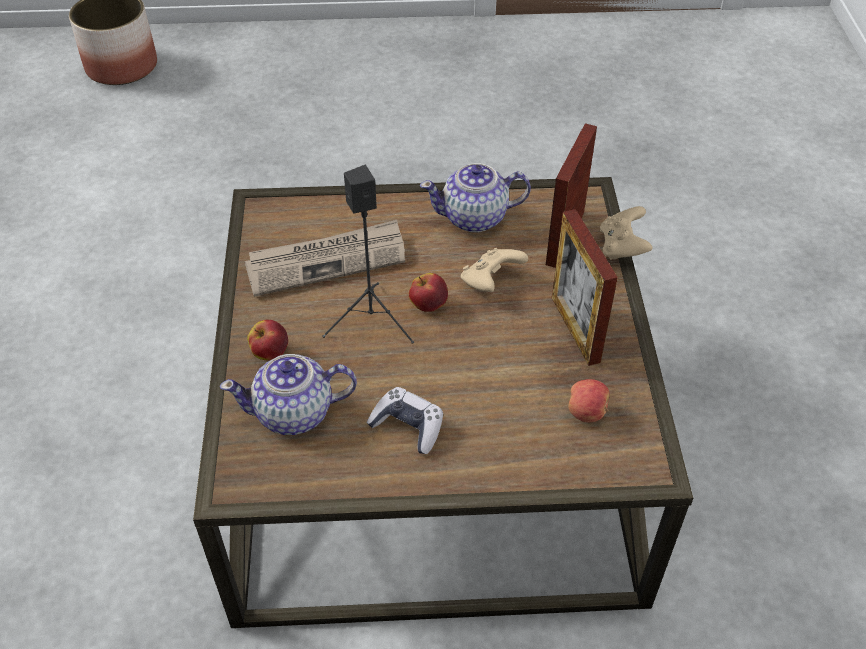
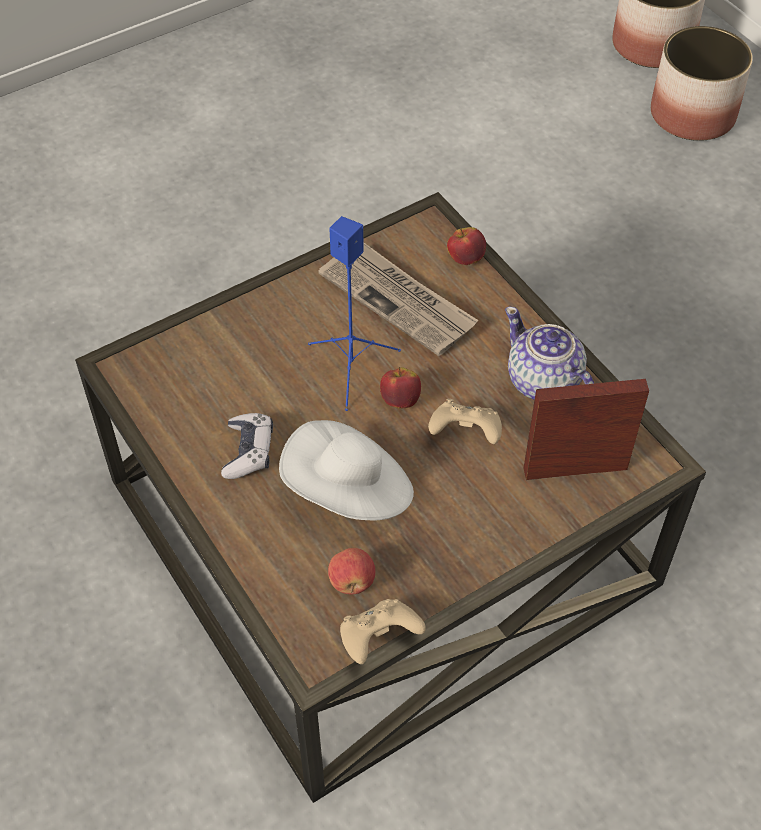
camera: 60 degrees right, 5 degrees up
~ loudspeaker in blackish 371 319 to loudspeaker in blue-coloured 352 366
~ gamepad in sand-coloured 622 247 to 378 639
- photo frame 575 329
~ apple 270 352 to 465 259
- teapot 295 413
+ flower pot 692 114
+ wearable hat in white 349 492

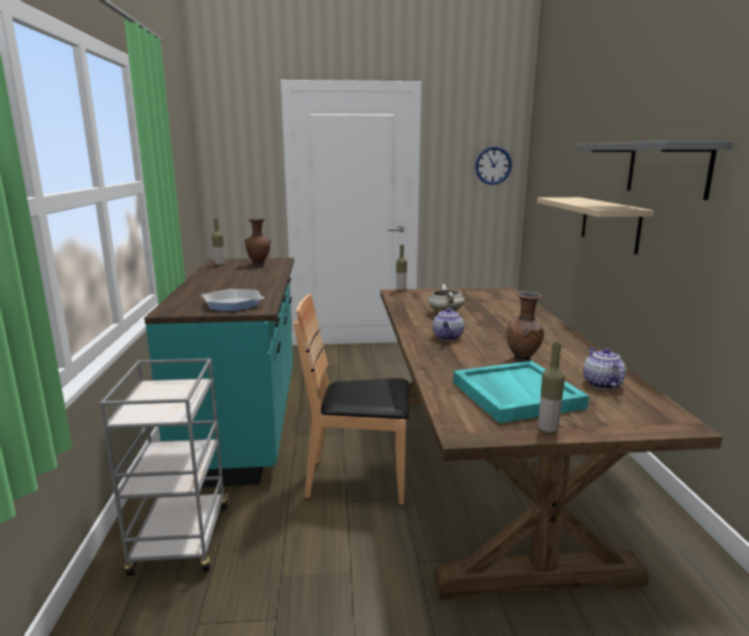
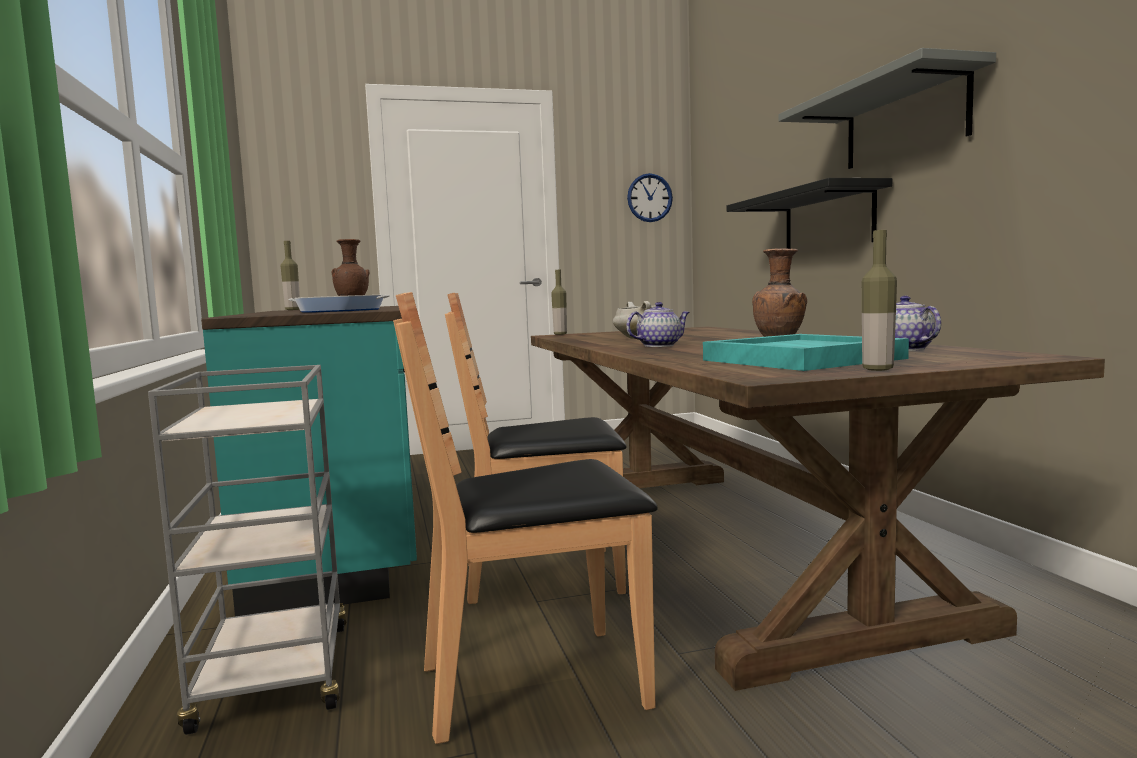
camera: 10 degrees left, 10 degrees down
~ shelf in sand-coloured 610 223 to shelf in blackish 828 220
~ teapot 448 337 = 659 345 120 degrees counterclockwise
+ upright chair in brown 535 683

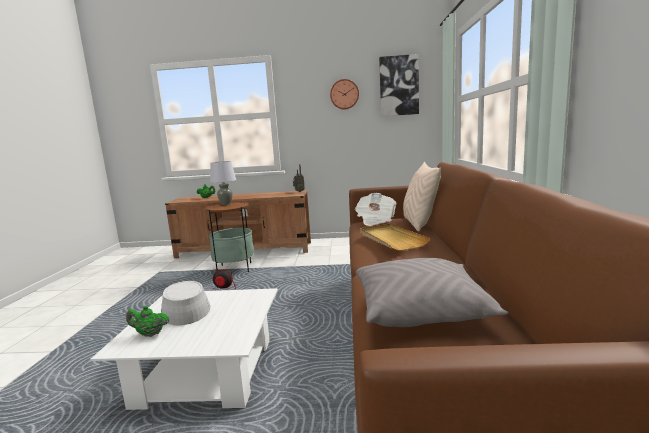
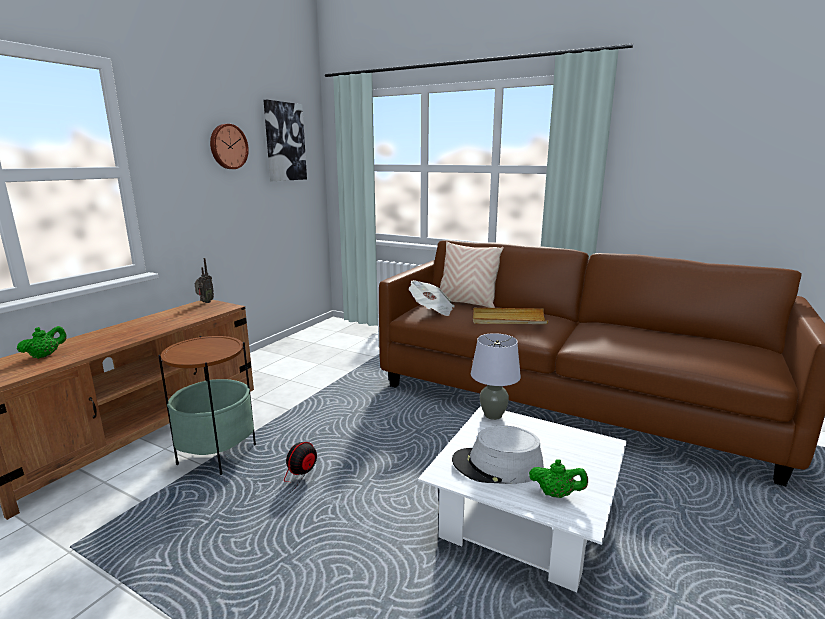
camera: 65 degrees left, 5 degrees up
~ table lamp in greyish 225 204 to 493 415
- pillow in greyish 420 310
~ teapot in green 149 334 = 556 494 105 degrees counterclockwise

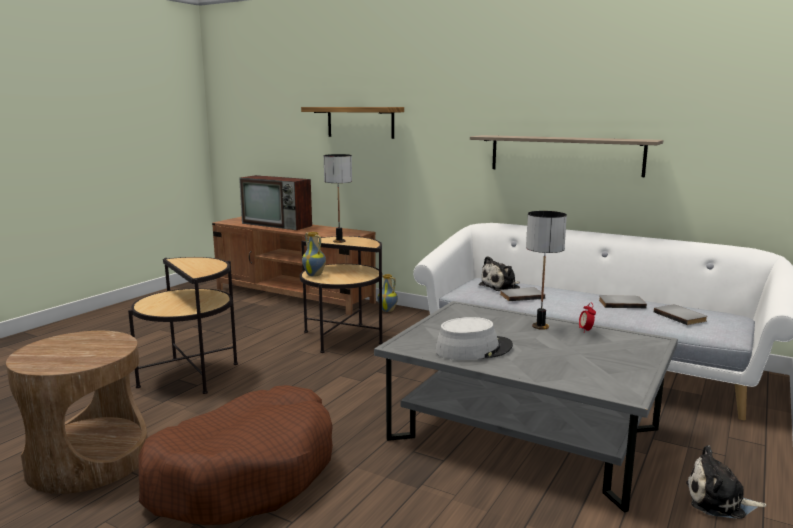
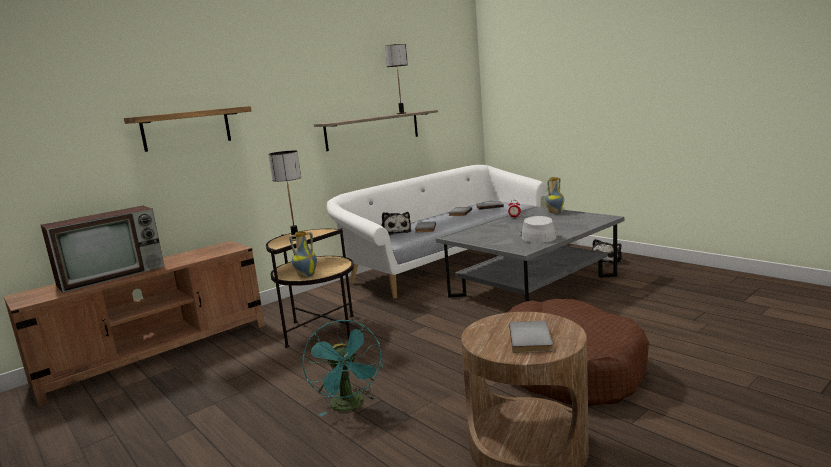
camera: 70 degrees left, 0 degrees up
~ table lamp 540 326 to 401 113
~ accent table 188 375 to electric fan in turquoise 350 406
~ vase 388 310 to 554 212
+ bound book in greyish 532 339

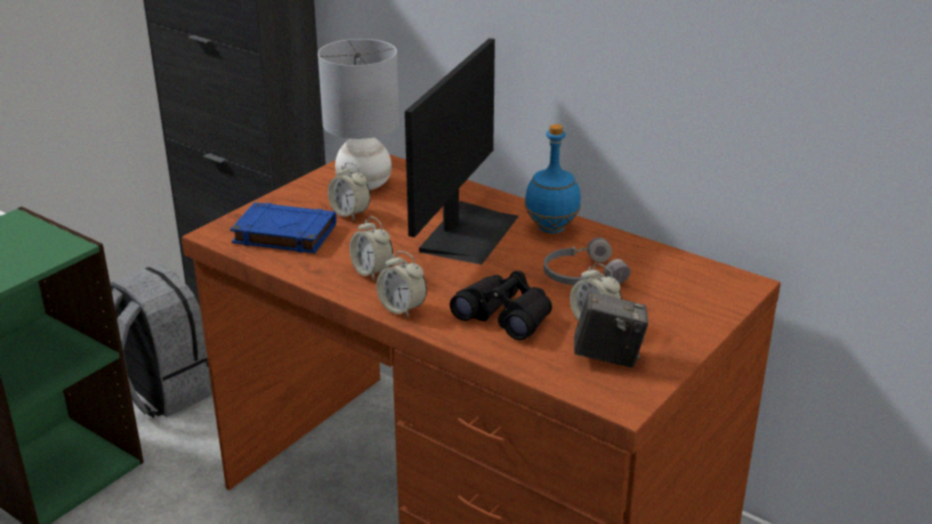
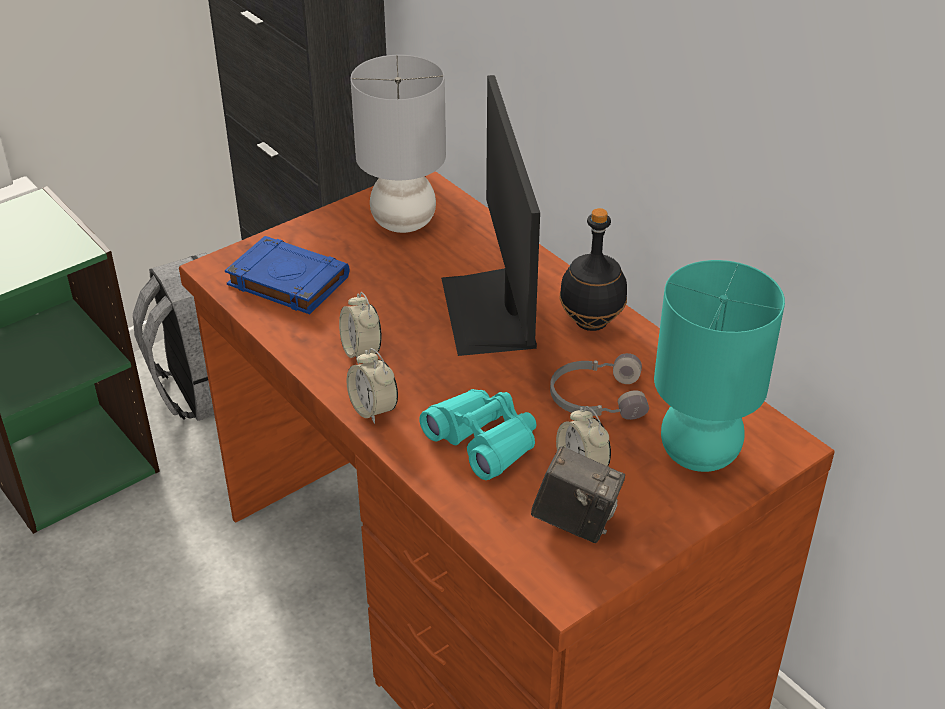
camera: 15 degrees right, 10 degrees up
~ monitor 467 232 = 491 312 135 degrees clockwise
~ beverage bottle in blue-coloured 552 228 to beverage bottle in blackish 592 322
- alarm clock 350 213
~ field glasses in blackish 505 316 to field glasses in turquoise 483 441
+ table lamp in turquoise 699 454

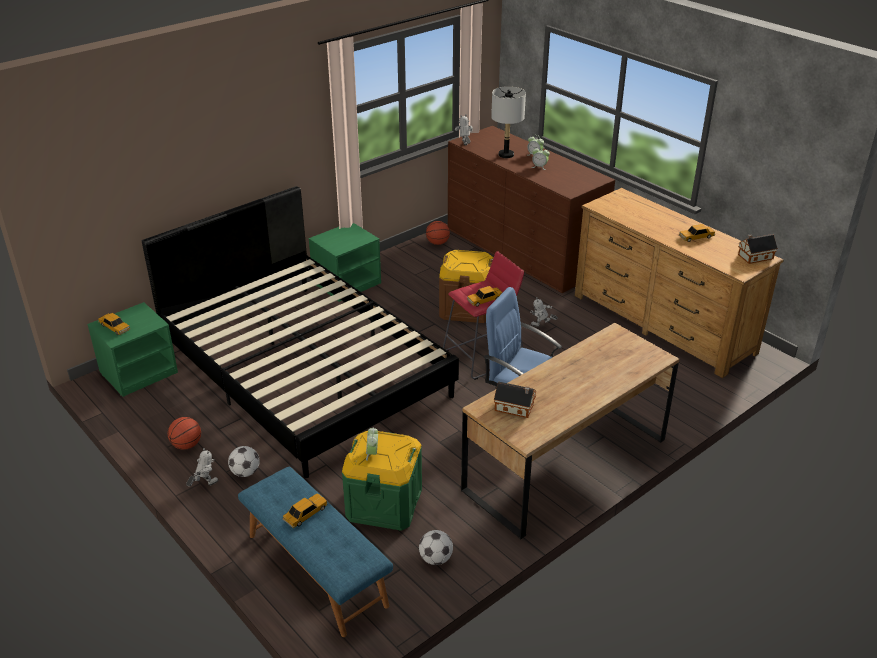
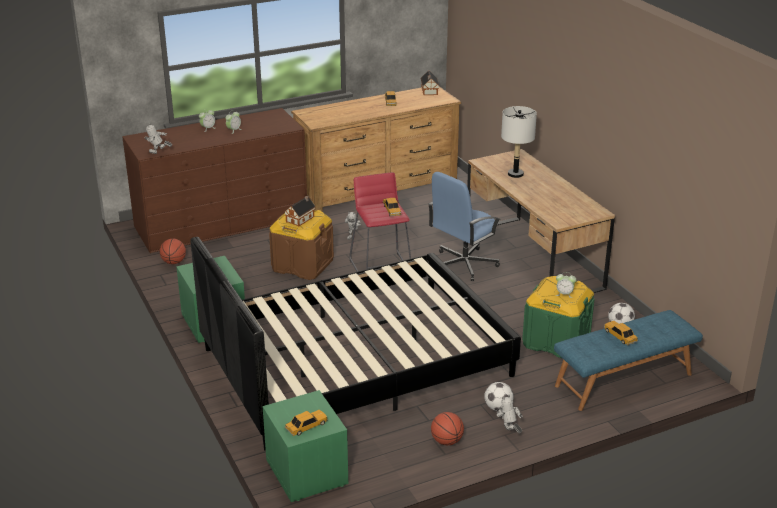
camera: 75 degrees left, 5 degrees down
~ table lamp in greyish 506 155 to 515 174
~ miniature house 515 408 to 301 218

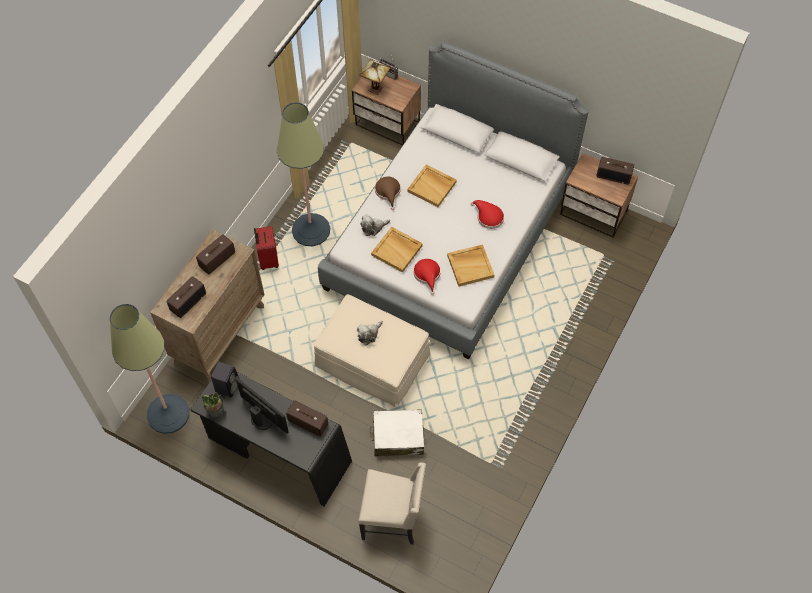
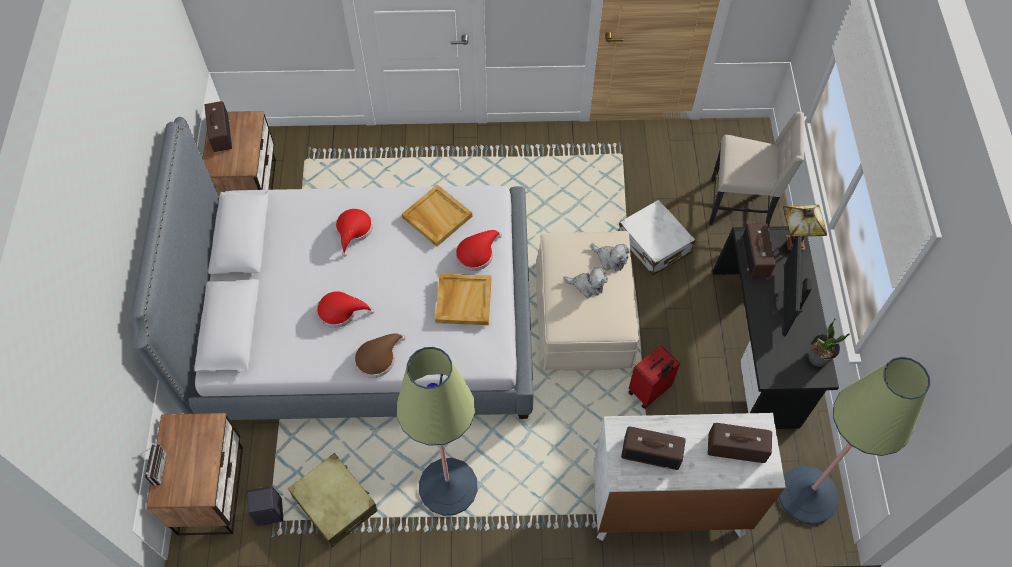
camera: 120 degrees left, 0 degrees up
~ table lamp 375 88 to 793 243
~ serving tray in sand-coloured 432 187 to wearable hat in reddish 341 311
~ plush toy 373 228 to 610 259
~ piece of luggage in reddish 268 260 to 649 391
~ dresser in brown 219 333 to dresser in white 667 505
~ loudspeaker in blackish 227 385 to 268 513
~ upright chair in sand-coloured 393 519 = 741 205 120 degrees clockwise
+ piece of luggage in sand-coloured 335 503

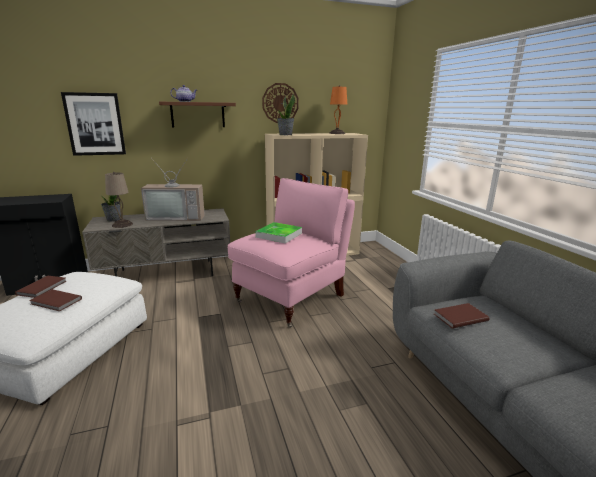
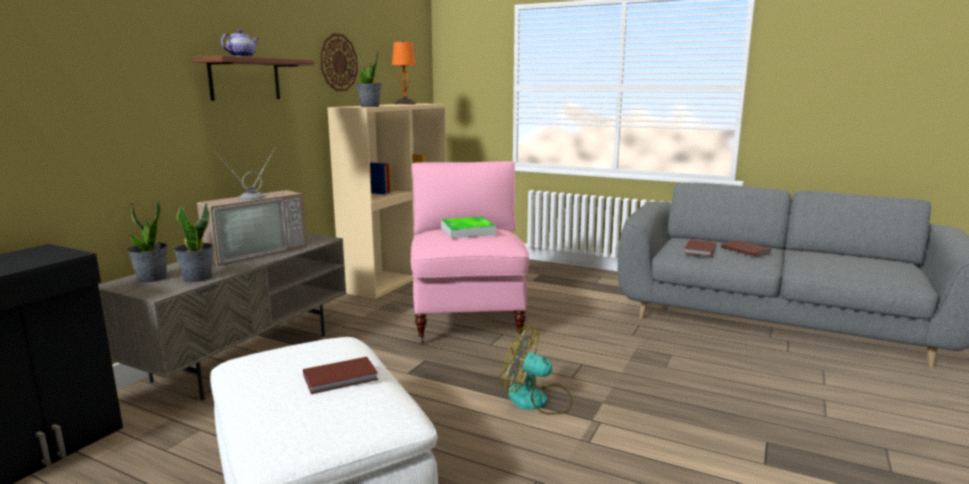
camera: 45 degrees left, 5 degrees down
- wall picture 95 124
~ table lamp in sand-coloured 122 224 to potted plant 197 278
~ bound book in brown 43 287 to 746 250
+ electric fan 537 400

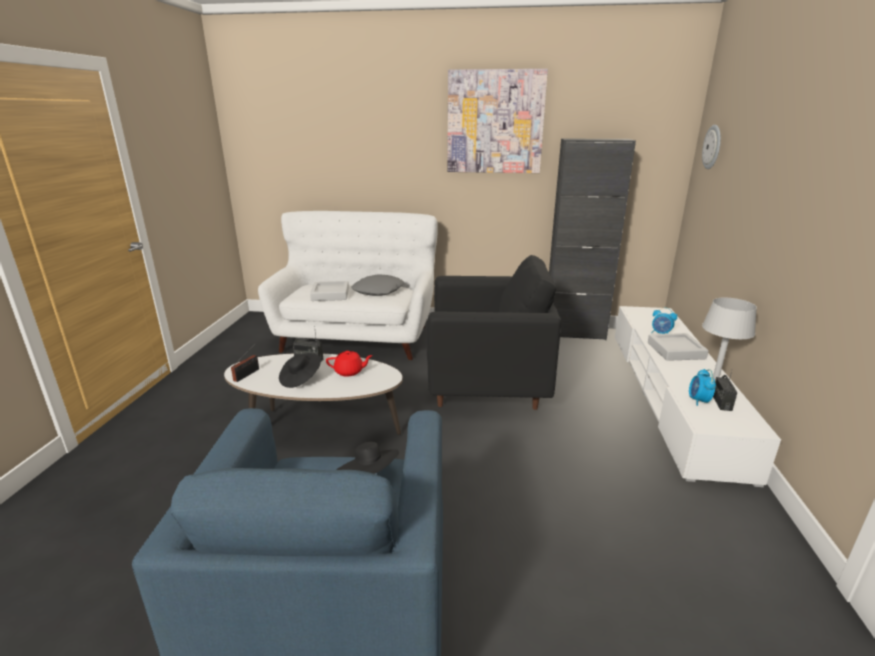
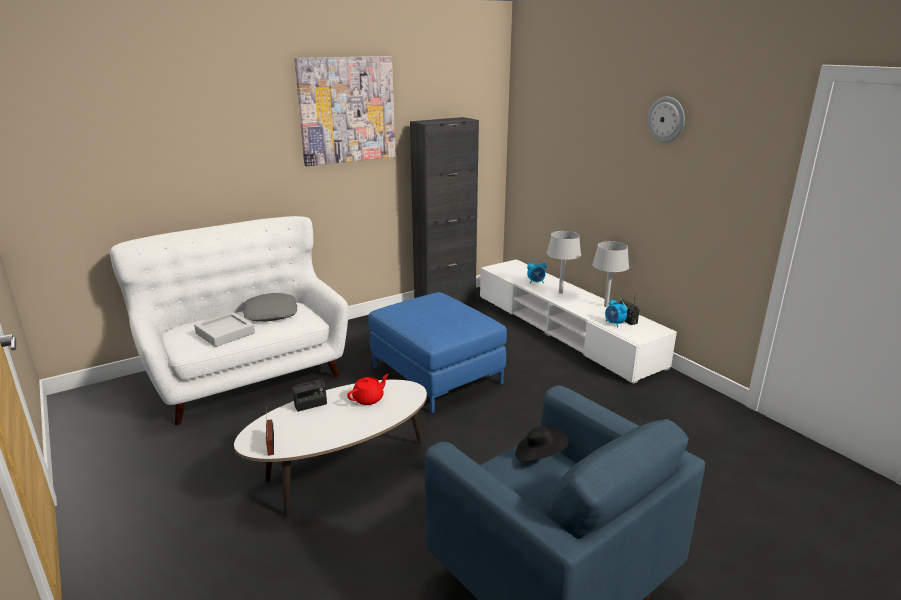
camera: 40 degrees left, 0 degrees up
~ hanging clock 712 147 to 666 119
~ easy chair in blackish 486 387 to ottoman in blue-coloured 436 375
~ serving tray in greyish 675 351 to table lamp in greyish 560 292
- wearable hat in blackish 300 379

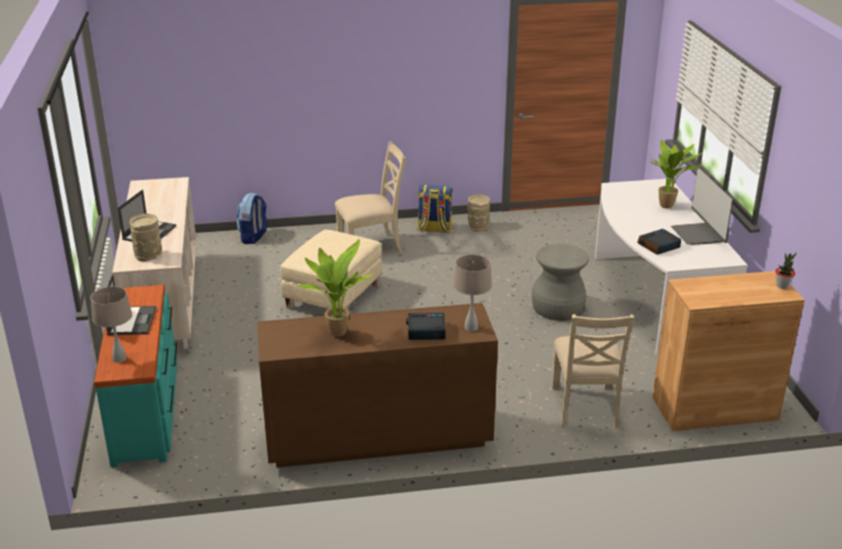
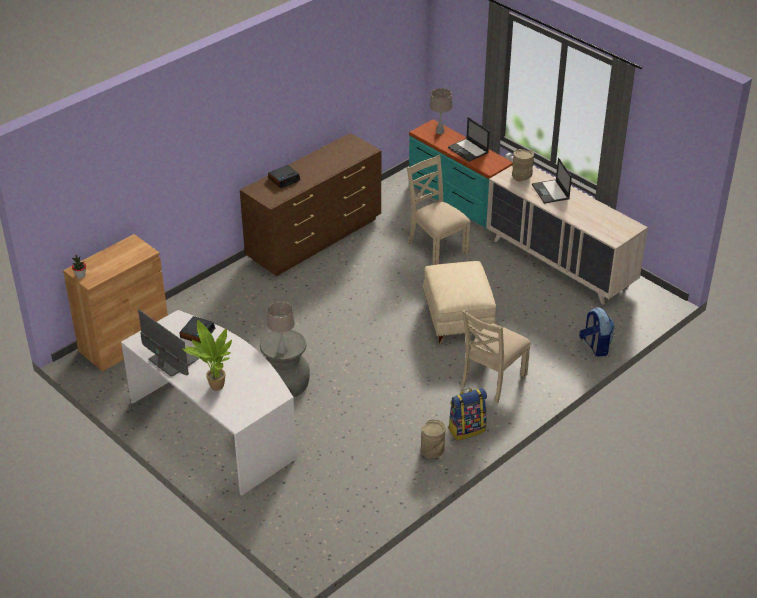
camera: 145 degrees right, 10 degrees up
- potted plant 336 331
~ table lamp in sand-coloured 471 327 to 282 350
~ upright chair in sand-coloured 585 407 to 436 247

